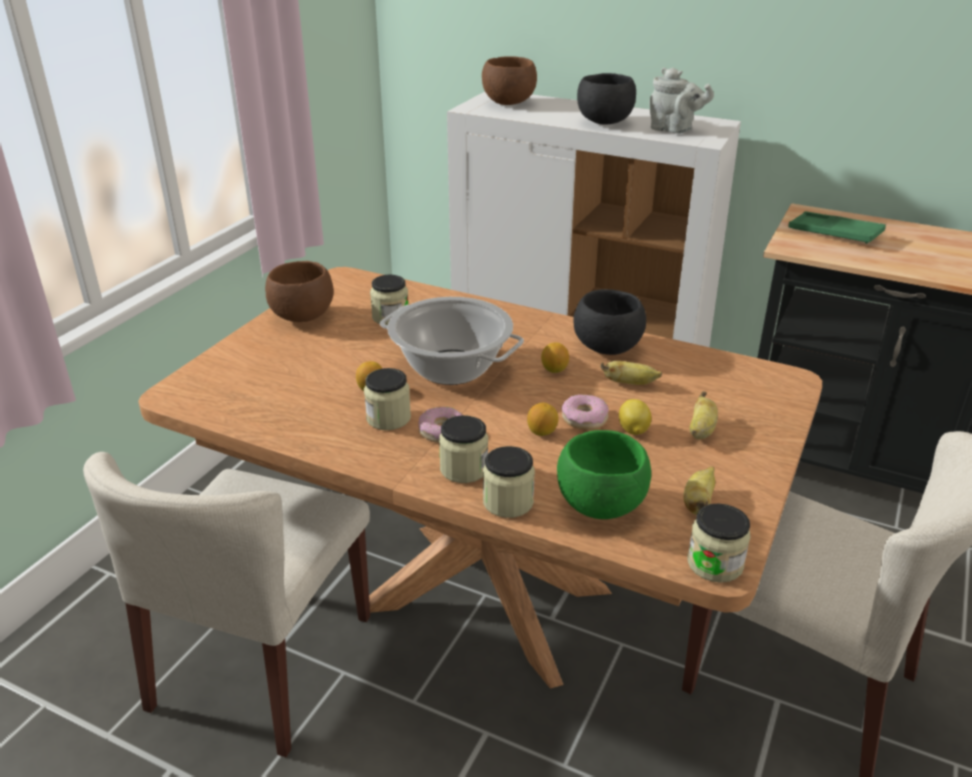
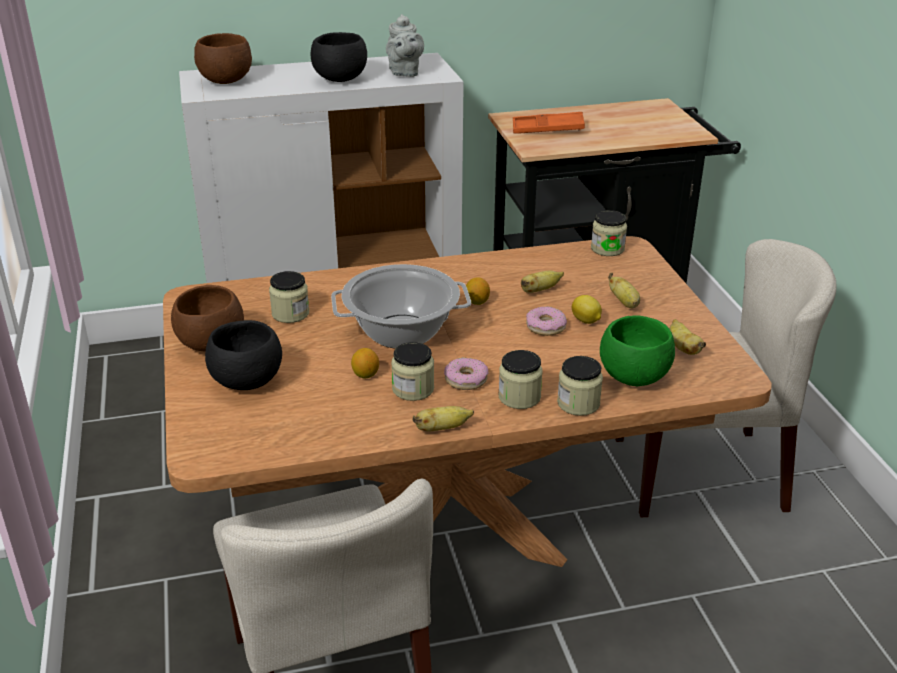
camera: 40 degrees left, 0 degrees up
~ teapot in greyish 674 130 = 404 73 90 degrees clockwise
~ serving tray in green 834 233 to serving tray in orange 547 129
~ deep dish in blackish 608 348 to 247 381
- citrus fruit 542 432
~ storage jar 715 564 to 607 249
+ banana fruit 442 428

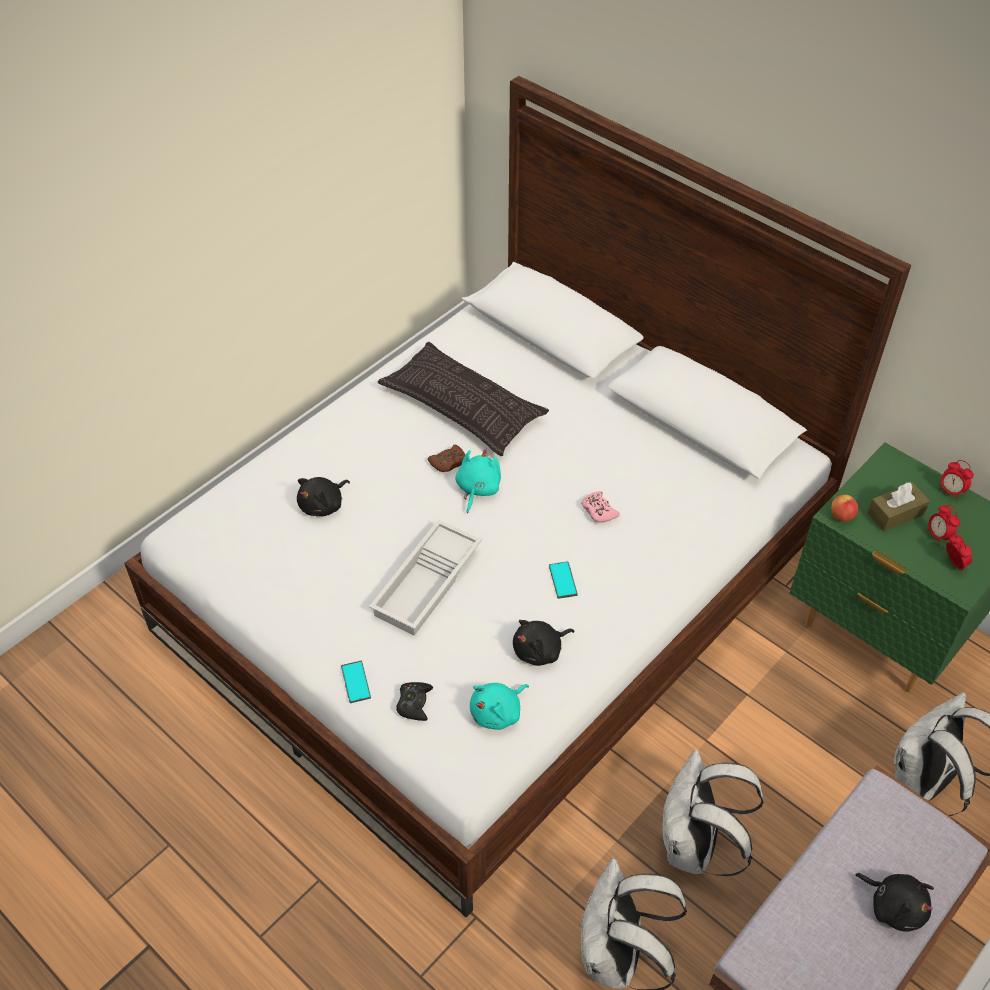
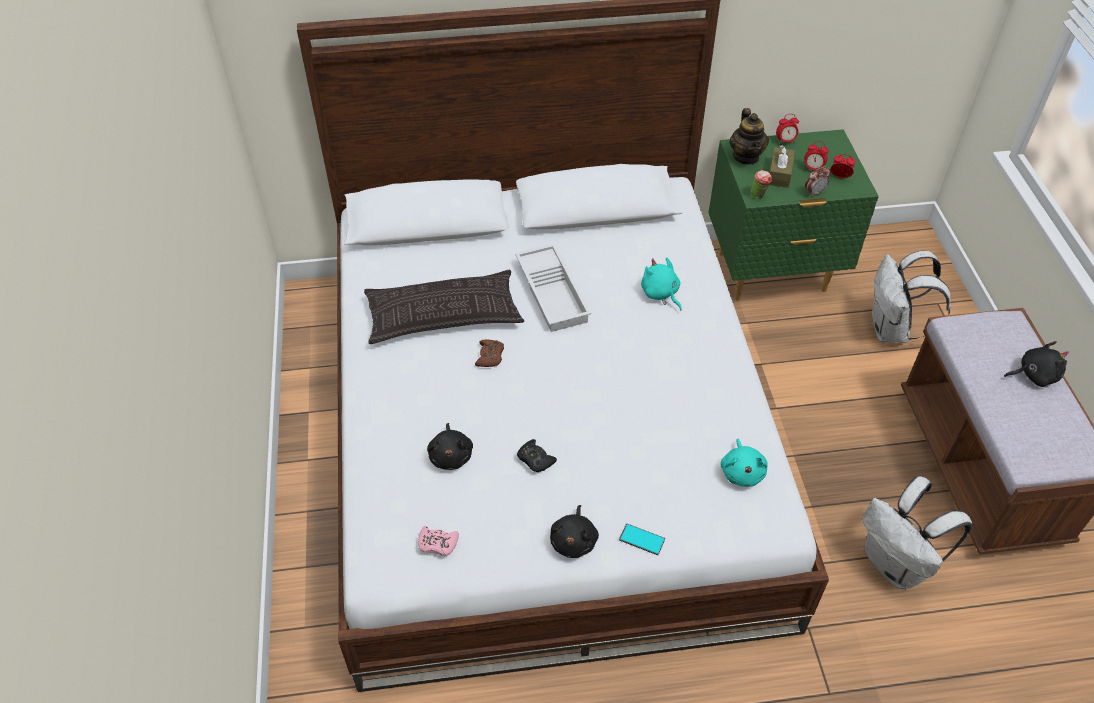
camera: 50 degrees left, 0 degrees up
~ plush toy in turquoise 477 489 to 660 294
~ gamepad in pink 598 511 to 437 544
~ apple 841 516 to cup 759 196
~ serving tray in white 428 584 to 554 292
- telephone 563 580
~ plush toy in blackish 540 651 to 574 540
~ gamepad in blackish 414 703 to 535 459
- rucksack in white 694 847
+ teapot 746 156
+ alarm clock 814 193

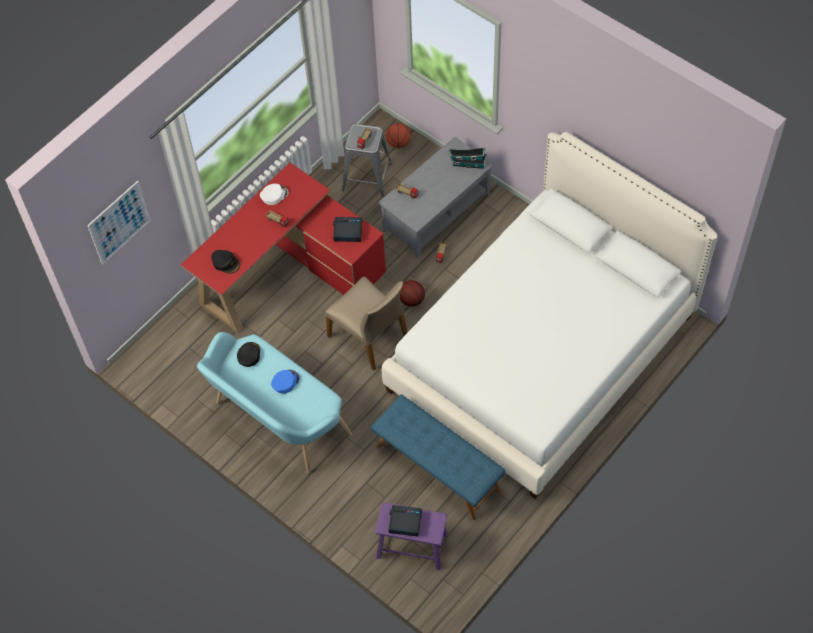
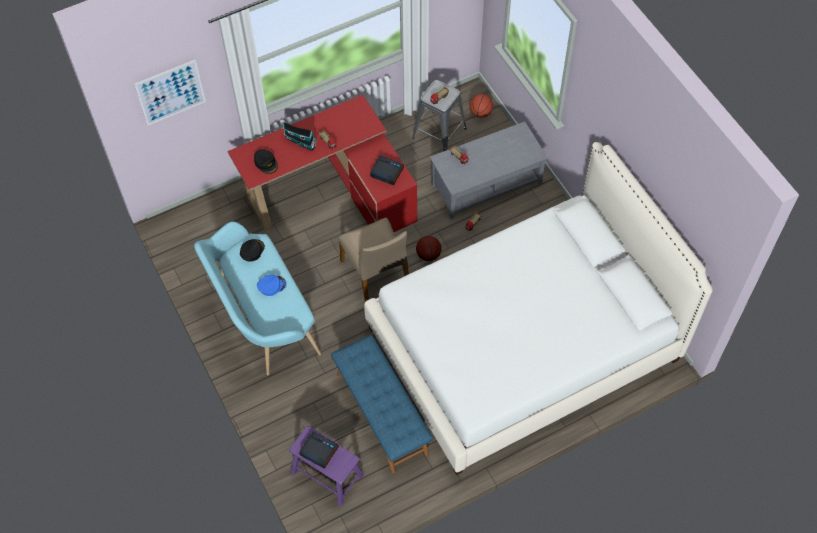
camera: 20 degrees right, 0 degrees up
~ miniature house 467 164 to 300 141
- baseball cap in white 274 195

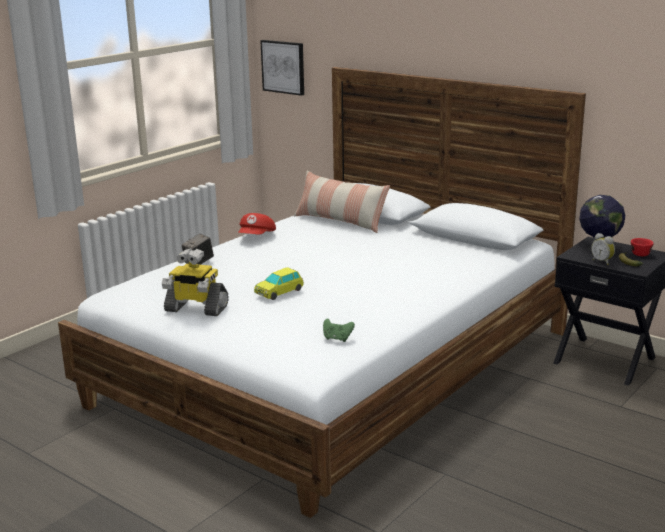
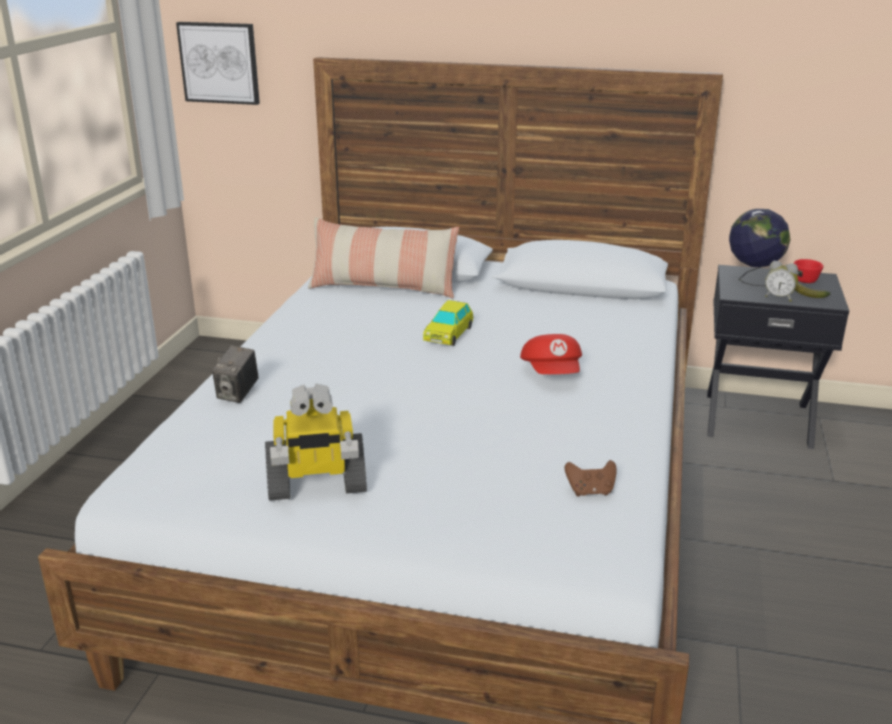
camera: 25 degrees left, 5 degrees up
~ baseball cap in reddish 257 237 to 552 373
~ model car 279 292 to 448 334
~ gamepad in green 337 339 to gamepad in brown 590 491

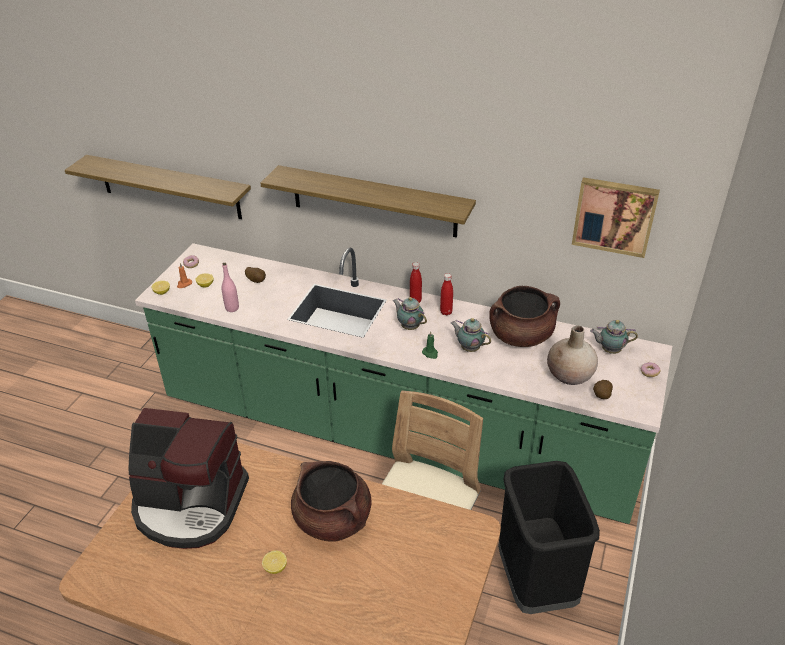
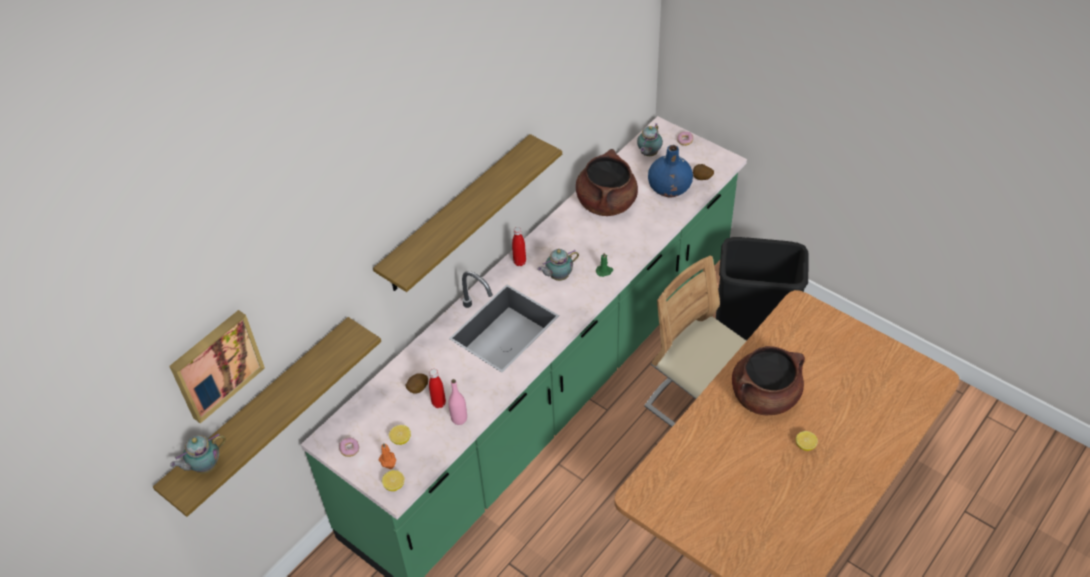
camera: 70 degrees left, 10 degrees up
~ wall picture 614 215 to 215 364
~ beverage bottle in reddish 446 312 to 439 403
~ teapot 469 348 to 204 466
~ vase in sand-coloured 570 375 to vase in blue-coloured 669 188
- coffee machine 190 505

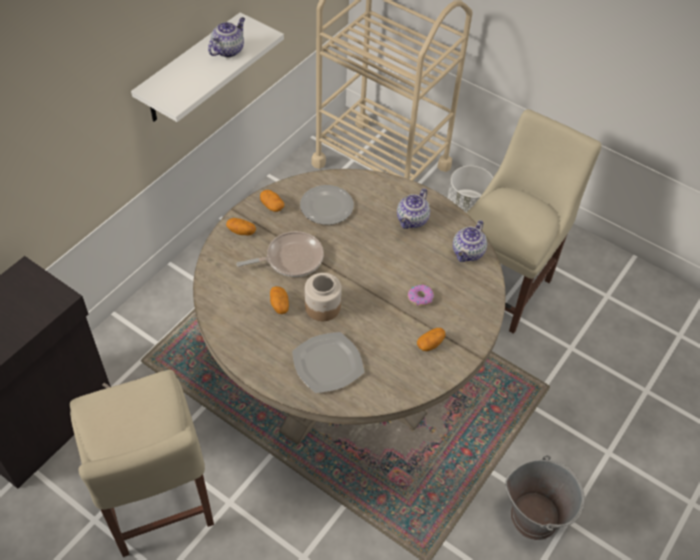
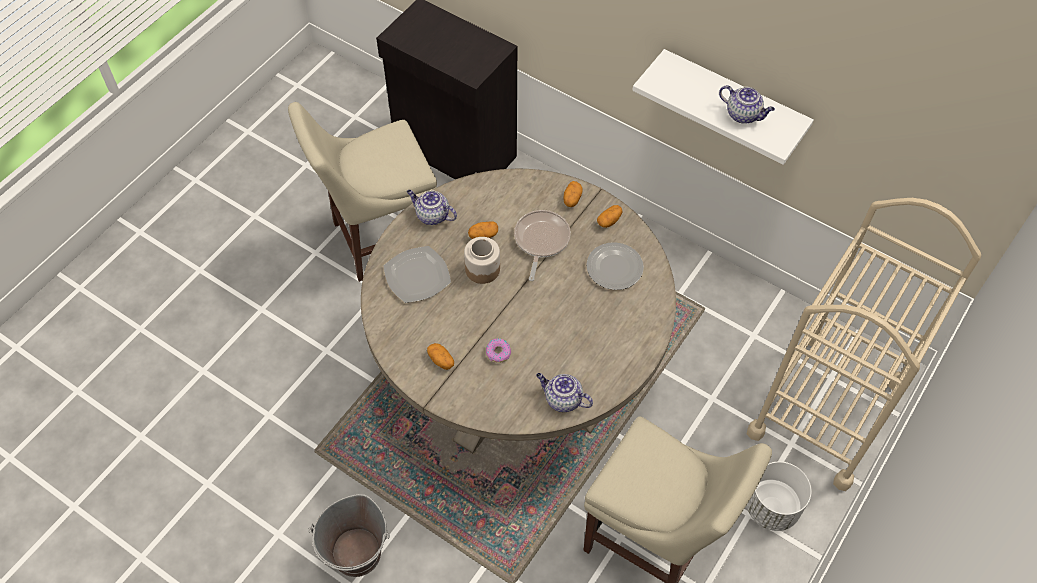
camera: 90 degrees right, 5 degrees up
~ teapot 412 220 to 432 216
~ frying pan 291 258 = 541 241 150 degrees counterclockwise

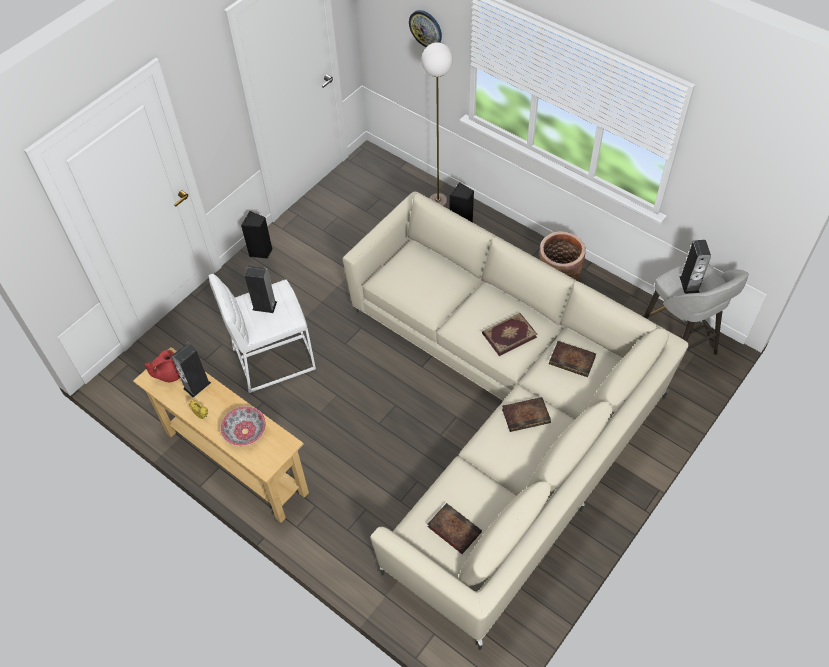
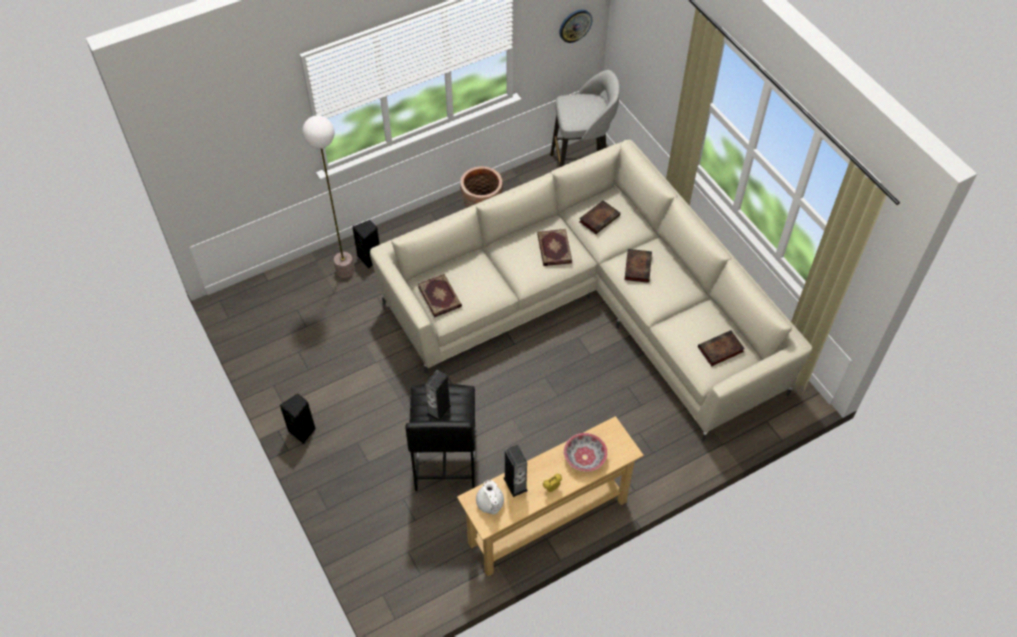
camera: 70 degrees left, 0 degrees up
~ hanging clock 426 28 to 575 25
- loudspeaker 689 284
~ stool in white 273 358 to stool in blackish 444 458
~ teapot in reddish 170 373 to teapot in white 490 504
+ bound book 440 296

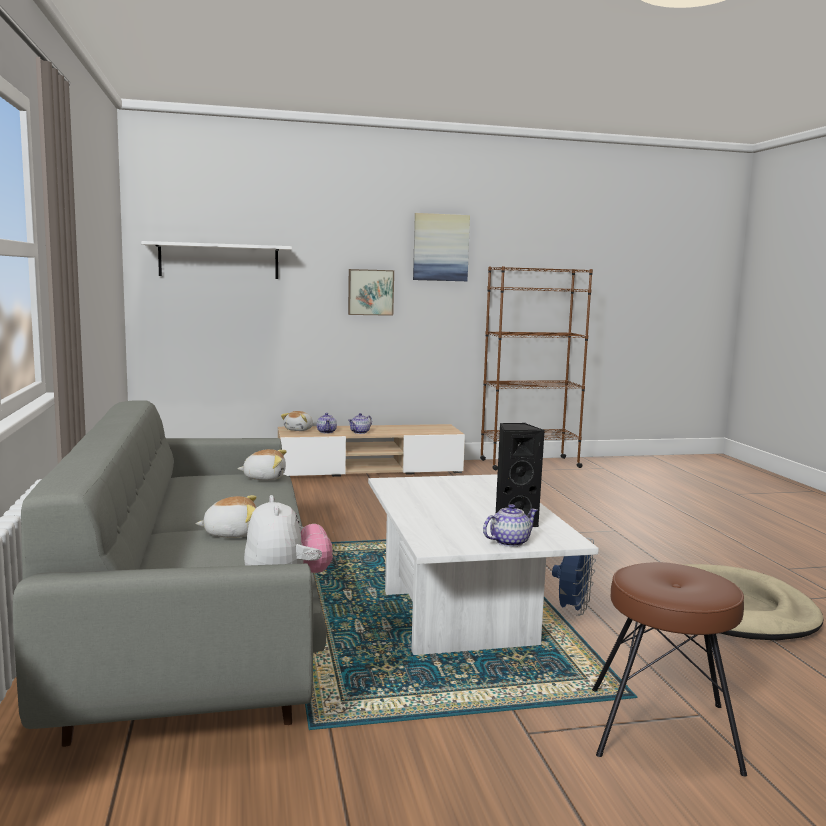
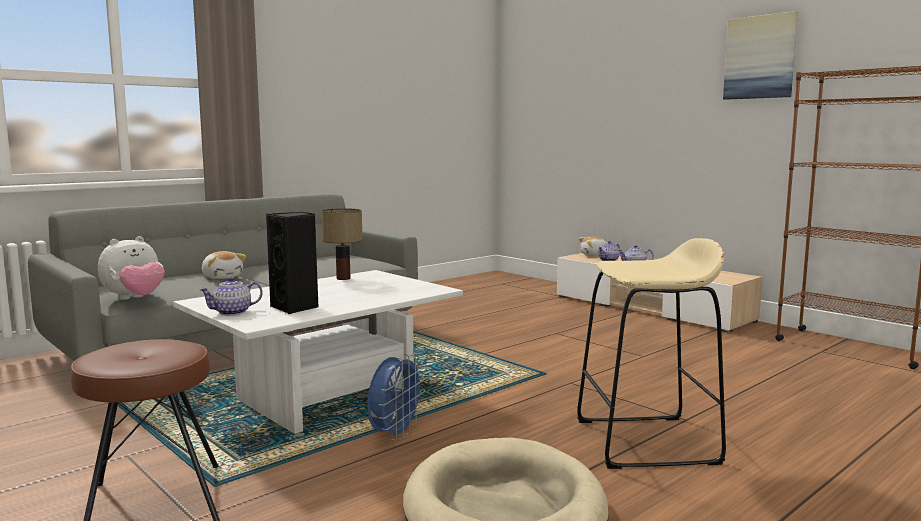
camera: 60 degrees right, 0 degrees up
- shelf in white 219 261
- wall picture 370 292
- plush toy 264 478
~ teapot 509 542 = 233 312 120 degrees clockwise
~ electric fan in blue-coloured 572 610 = 395 435 60 degrees counterclockwise
+ table lamp 344 278
+ stool in sand-coloured 646 442

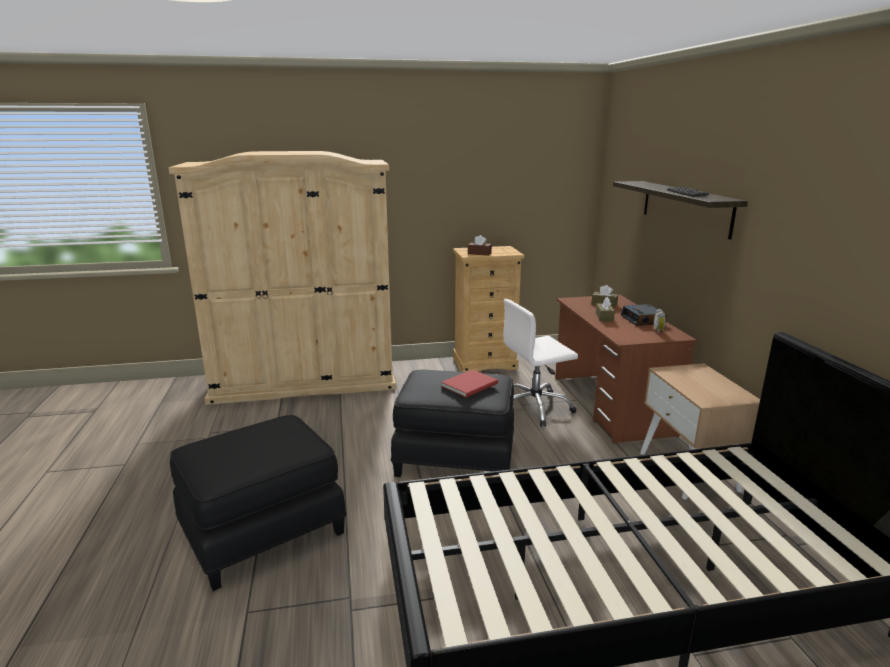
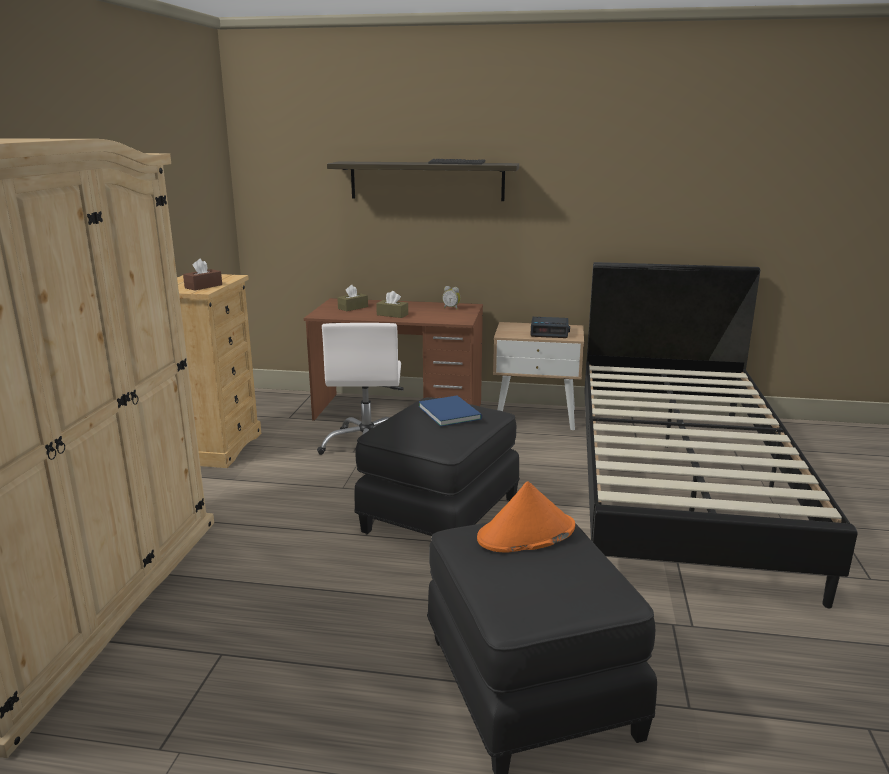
camera: 70 degrees left, 0 degrees up
~ alarm clock 643 320 to 550 332
~ bound book in reddish 471 385 to bound book in blue-coloured 450 412
+ wearable hat in orange 526 534

